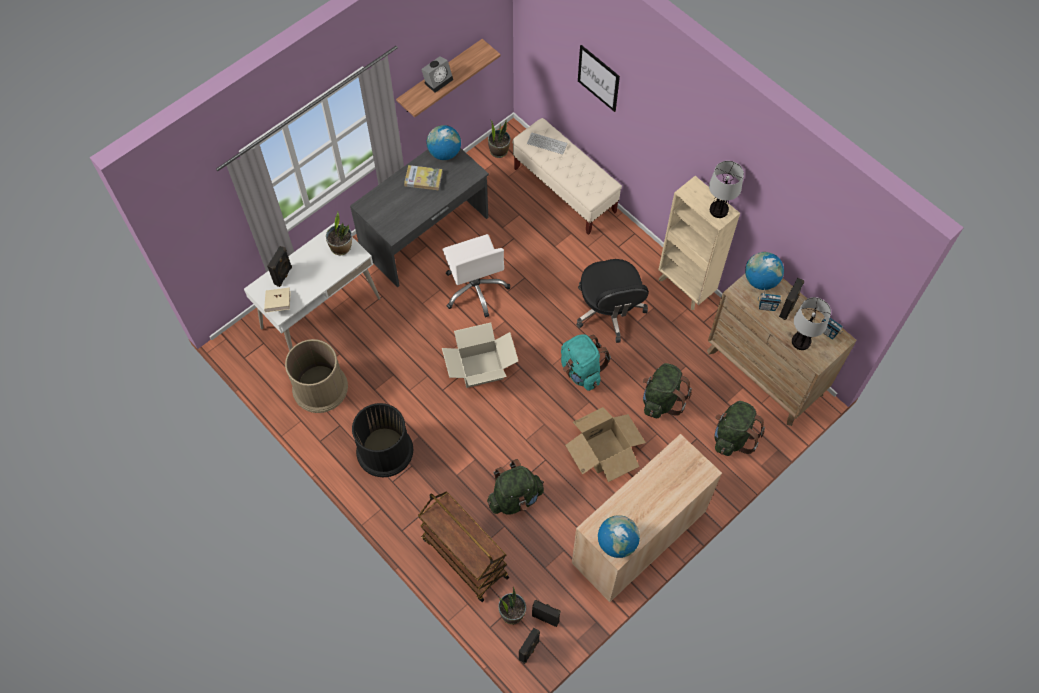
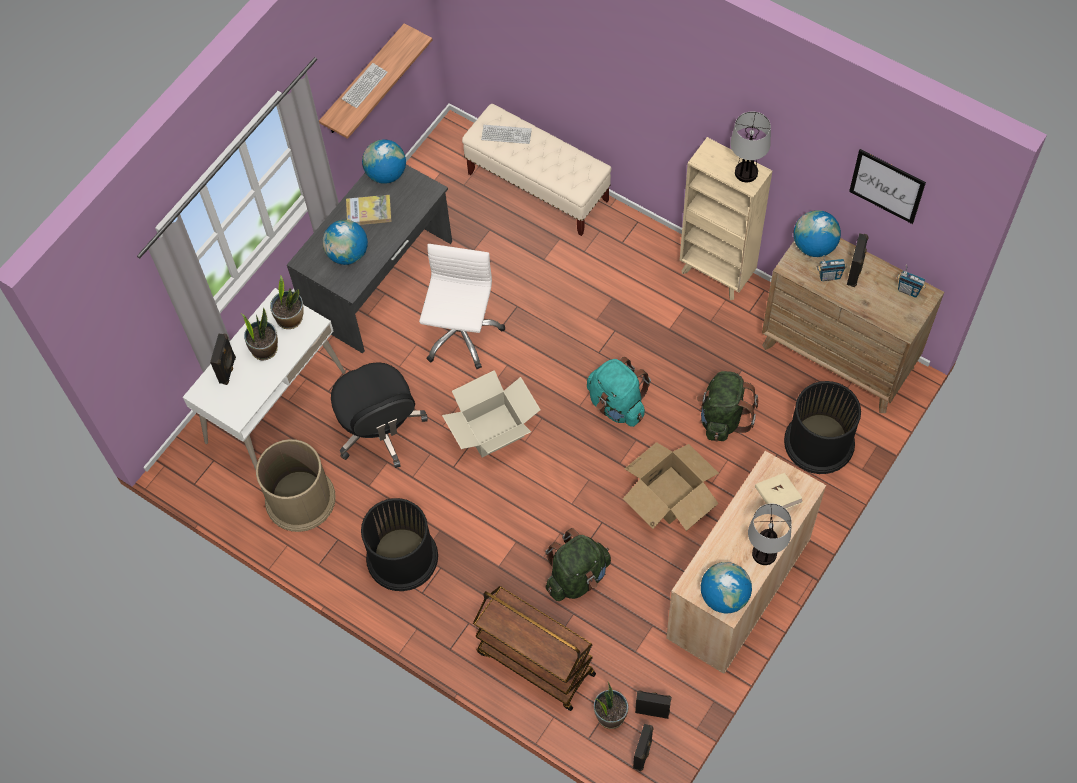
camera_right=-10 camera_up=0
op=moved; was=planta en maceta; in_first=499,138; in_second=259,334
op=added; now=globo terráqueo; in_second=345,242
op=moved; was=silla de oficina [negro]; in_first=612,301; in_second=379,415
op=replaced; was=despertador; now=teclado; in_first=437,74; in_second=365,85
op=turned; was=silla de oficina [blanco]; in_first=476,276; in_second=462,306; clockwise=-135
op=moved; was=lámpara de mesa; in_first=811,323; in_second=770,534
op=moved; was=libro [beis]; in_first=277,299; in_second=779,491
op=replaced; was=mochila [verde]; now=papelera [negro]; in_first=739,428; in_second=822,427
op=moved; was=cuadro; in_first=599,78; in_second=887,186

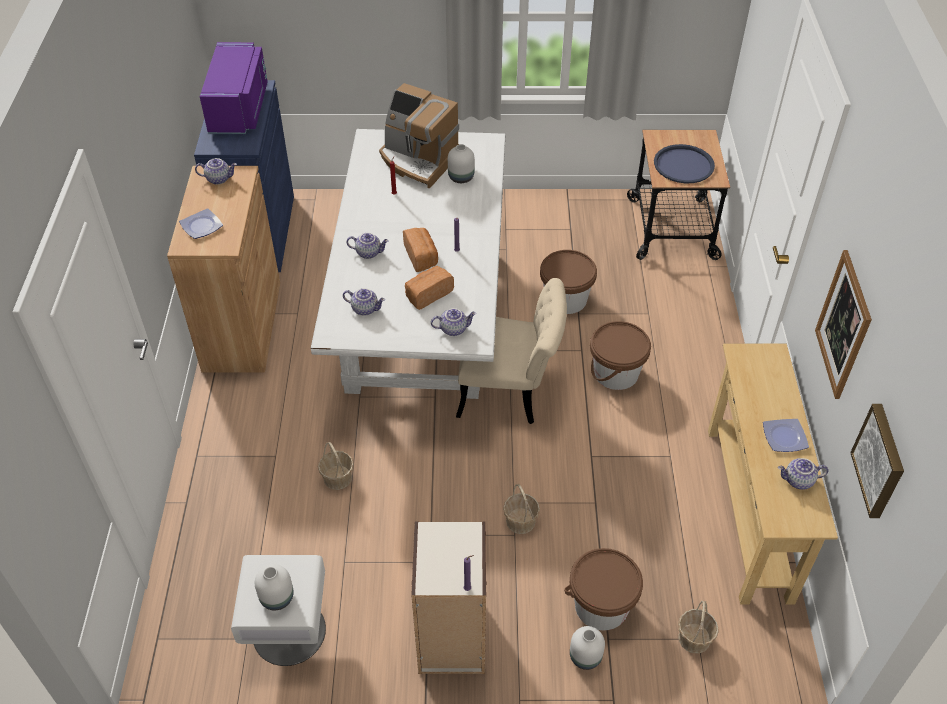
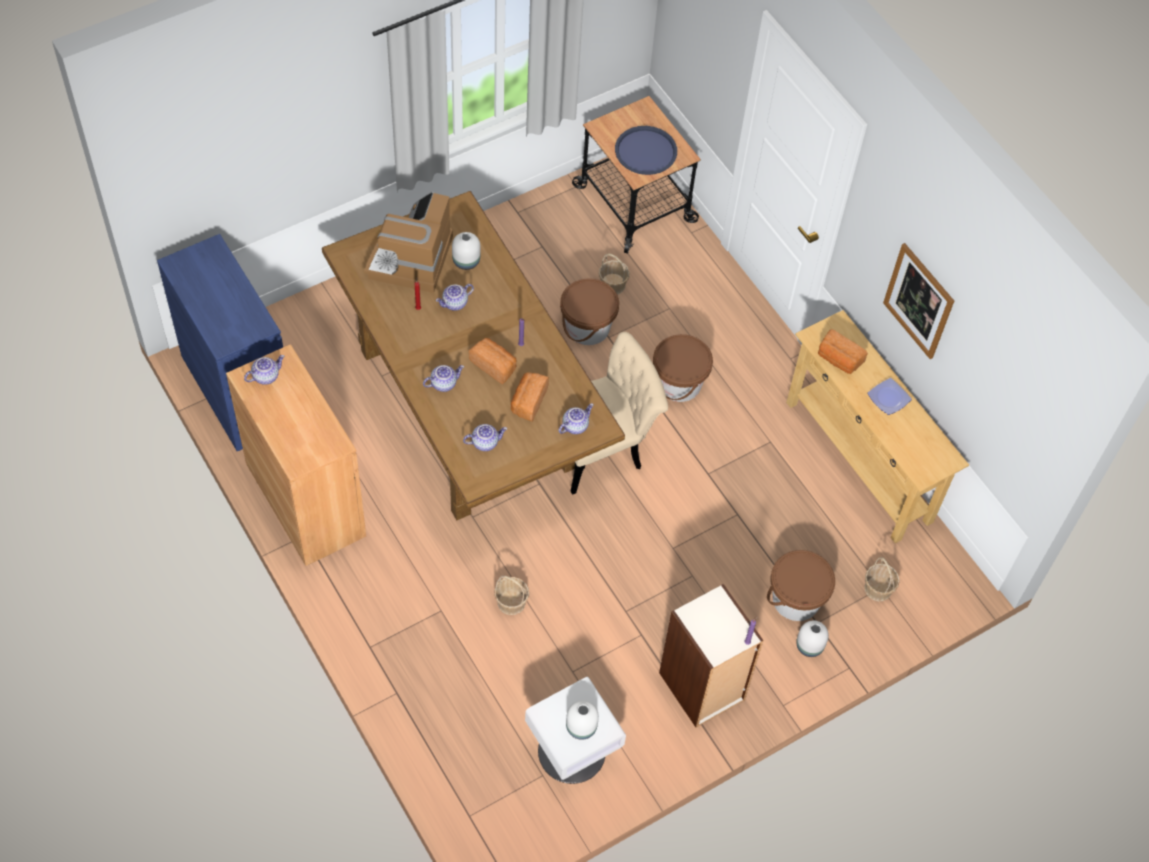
camera_right=-35 camera_up=10
op=recoloured; was=mesa de comedor [blanco]; now=mesa de comedor [marrón]; in_first=408,264; in_second=473,355
op=turned; was=cafetera; in_first=419,136; in_second=408,242; clockwise=105
op=moved; was=tetera; in_first=803,474; in_second=455,297
op=moved; was=cesta; in_first=521,509; in_second=614,273
op=added; now=pan; in_second=843,351
op=removed; was=plato; in_first=201,223
op=removed; was=microondas [morado]; in_first=234,88
op=removed; was=cuadro; in_first=877,461

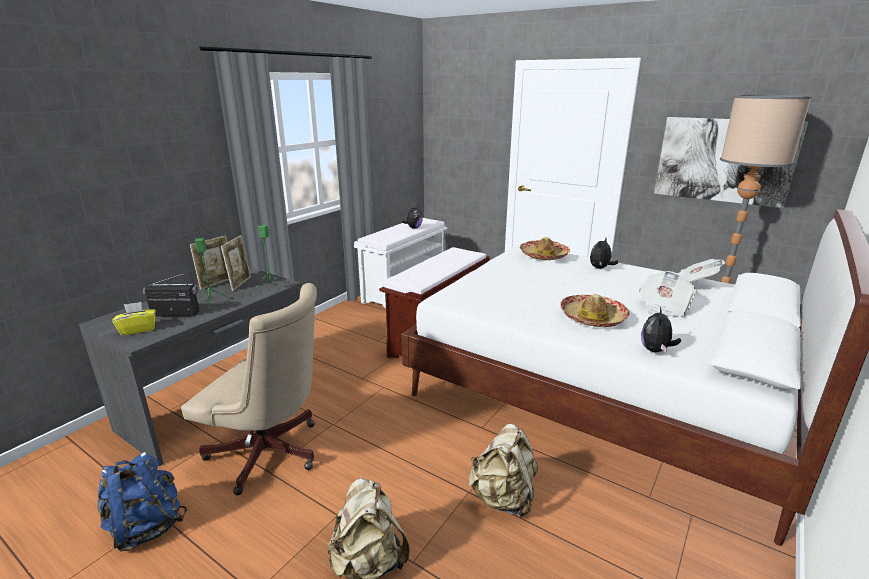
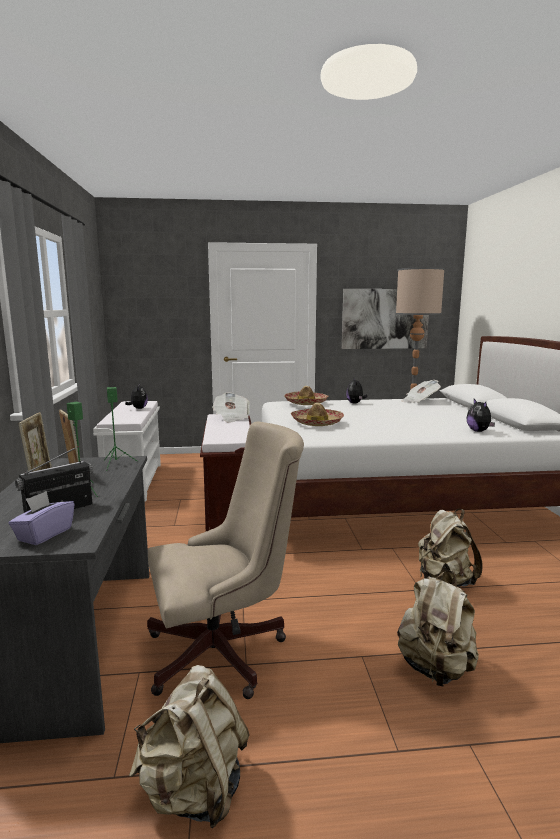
camera_right=-40 camera_up=-10
op=recoloured; was=caja de pañuelos [amarillo]; now=caja de pañuelos [morado]; in_first=134,319; in_second=41,518
op=recoloured; was=mochila [azul]; now=mochila [beis]; in_first=142,501; in_second=189,746
op=moved; was=periódico; in_first=667,294; in_second=231,407
op=moved; was=sombrero; in_first=595,310; in_second=317,414

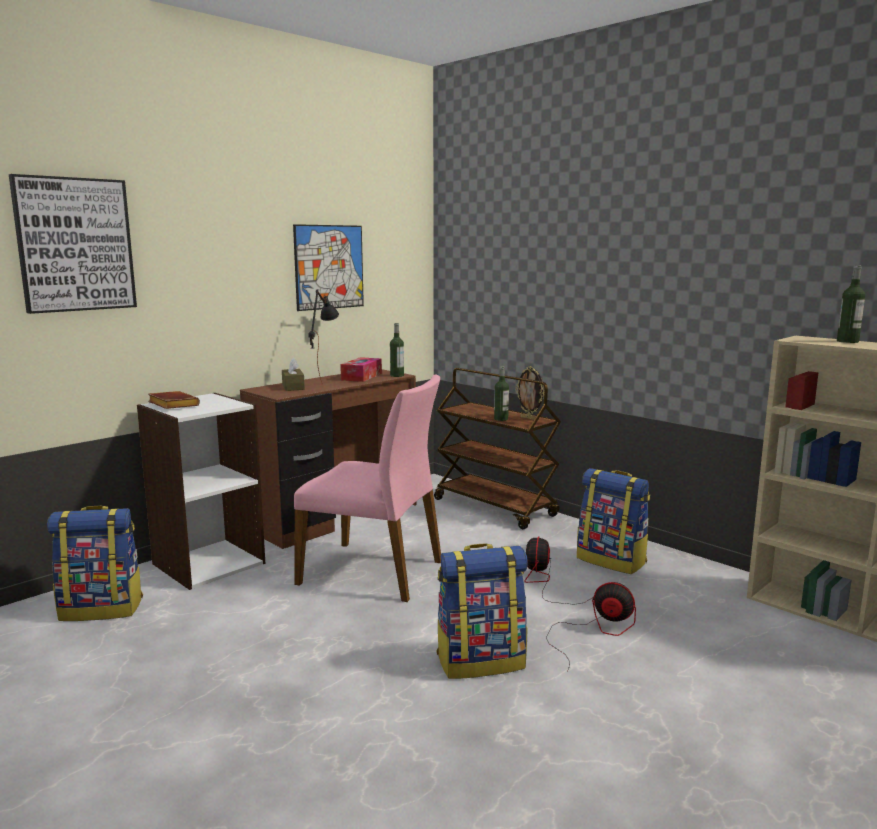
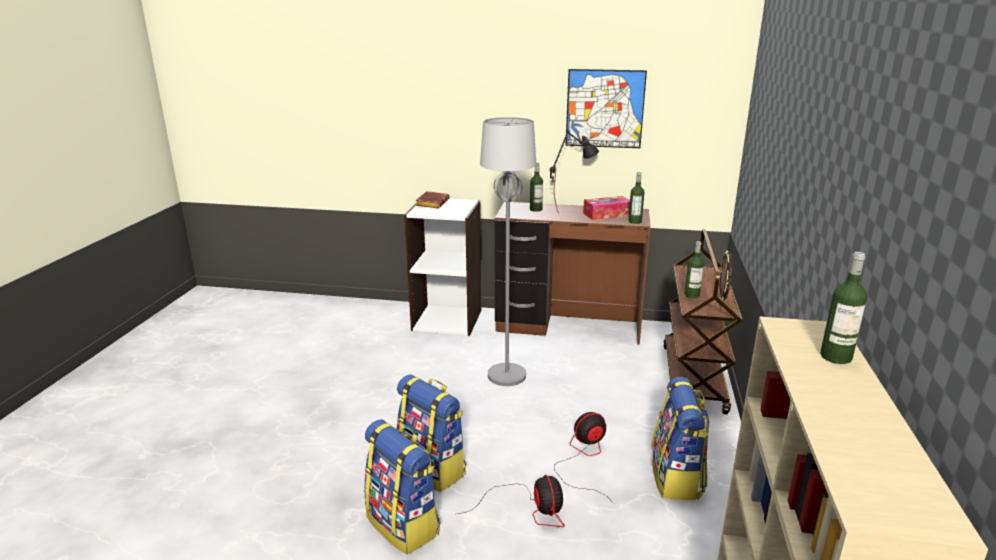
camera_right=55 camera_up=10
op=moved; was=mochila; in_first=95,563; in_second=402,487
op=replaced; was=silla [rosa]; now=lámpara de pie [gris]; in_first=367,488; in_second=508,251
op=replaced; was=caja de pañuelos [marrón]; now=botella; in_first=293,374; in_second=536,187
op=removed; was=cuadro; in_first=73,244

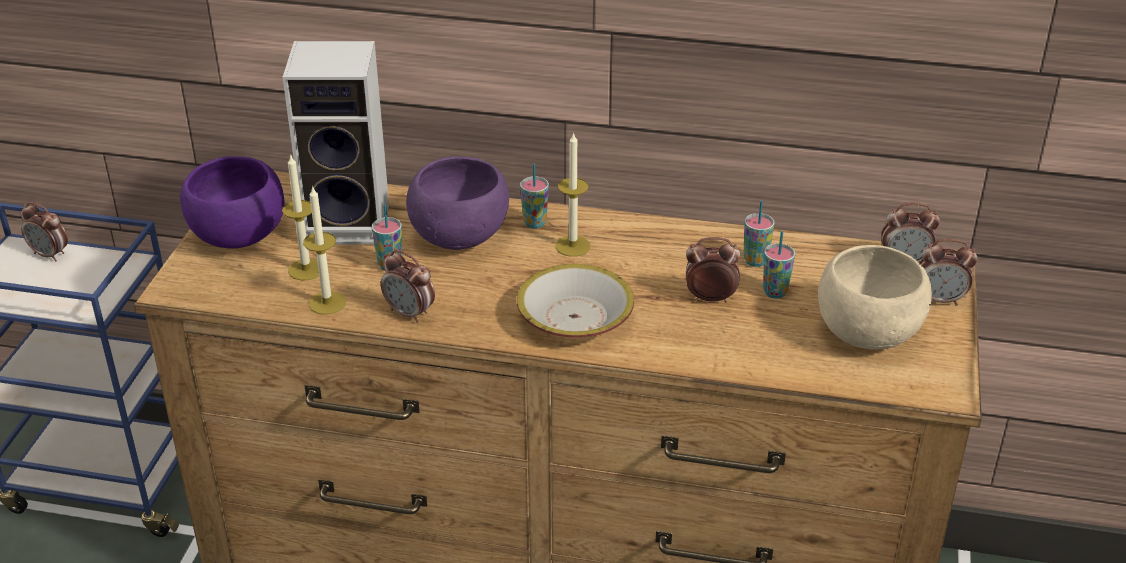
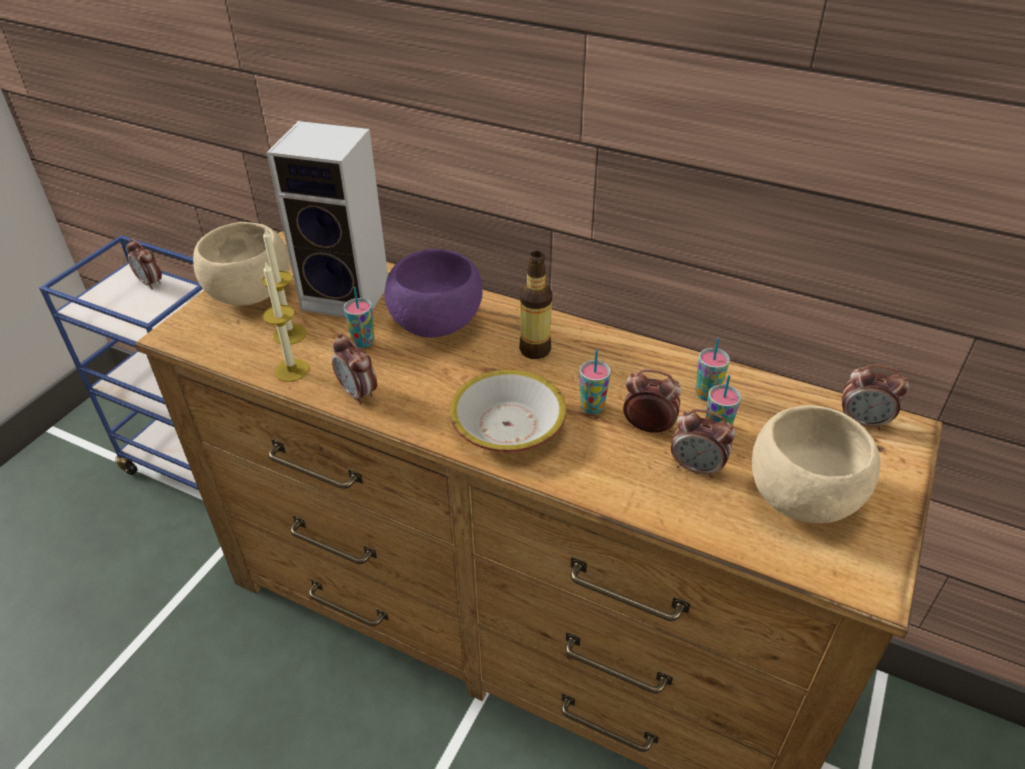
camera_right=15 camera_up=5
op=recoloured; was=cuenco [morado]; now=cuenco [beis]; in_first=232,202; in_second=241,264
op=replaced; was=vela; now=botella; in_first=573,194; in_second=535,305
op=moved; was=taza; in_first=534,196; in_second=595,382
op=moved; was=despertador; in_first=948,272; in_second=703,443

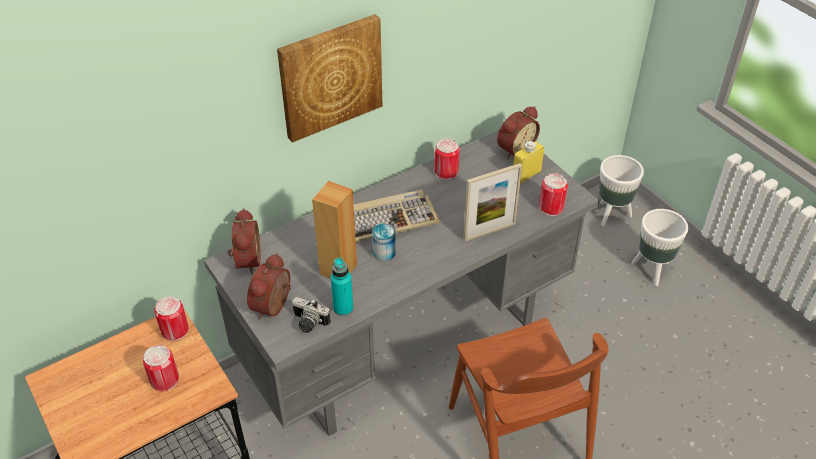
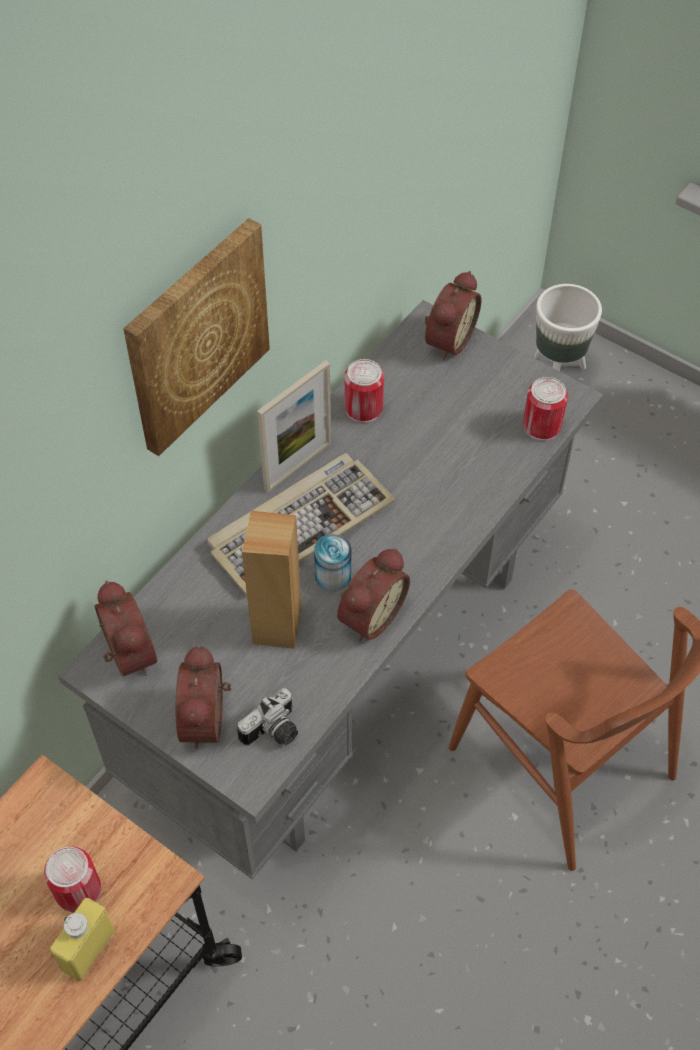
camera_right=-20 camera_up=10
op=moved; was=botella [amarillo]; in_first=529,162; in_second=82,939
op=turned; was=cámara; in_first=311,315; in_second=267,717; clockwise=-45
op=moved; was=portarretratos; in_first=492,202; in_second=294,426
op=added; now=despertador; in_second=373,594
op=removed; was=lata; in_first=171,318
op=removed; was=botella [turquesa]; in_first=342,287
op=removed; was=maceta [blanco]; in_first=659,247

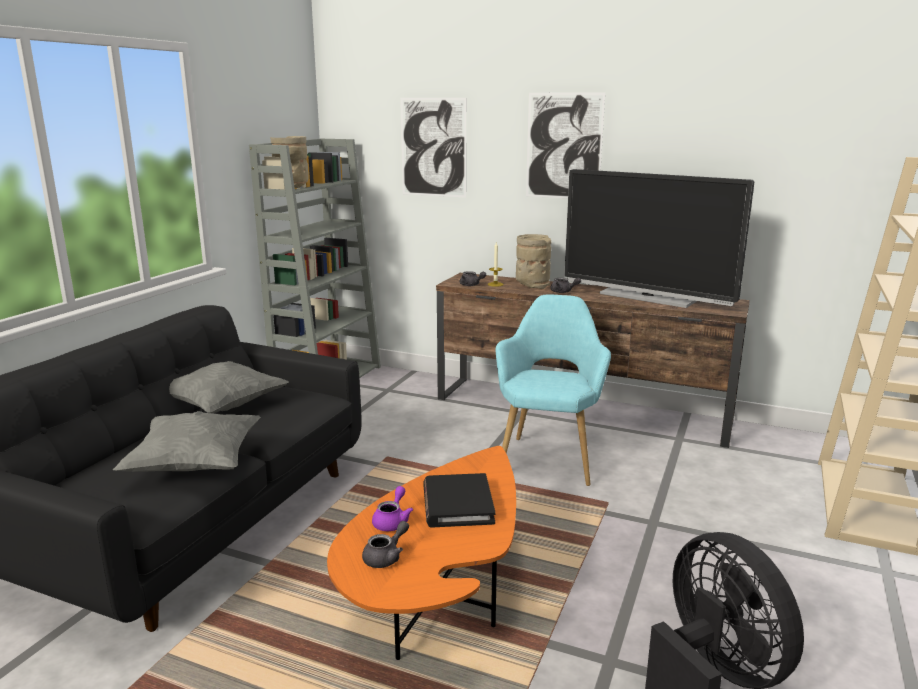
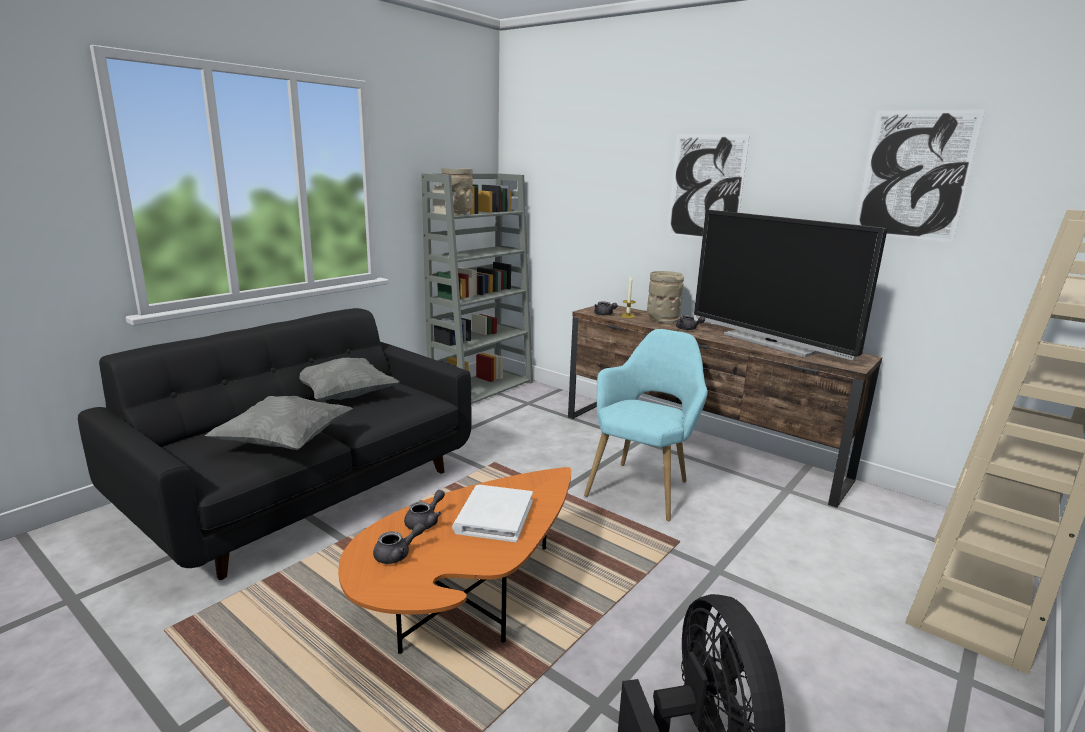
camera_right=15 camera_up=0
op=recoloured; was=tetera [morado]; now=tetera [gris]; in_first=392,508; in_second=424,510
op=recoloured; was=libro [negro]; now=libro [blanco]; in_first=459,500; in_second=492,513
op=moved; was=cuadro; in_first=433,148; in_second=920,175

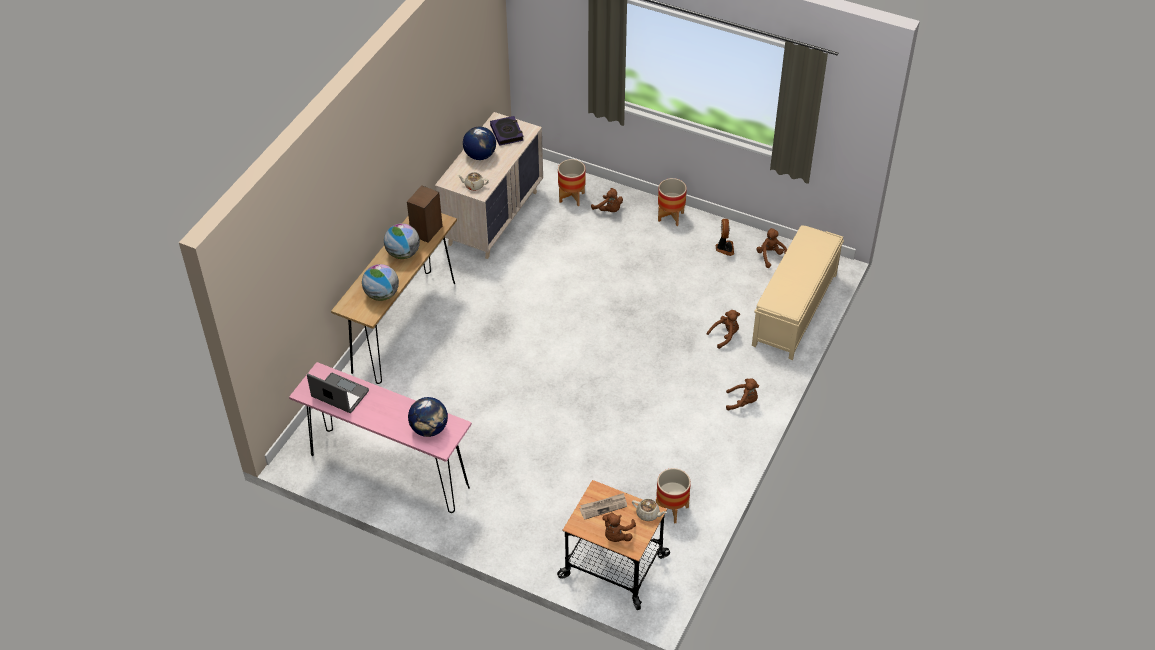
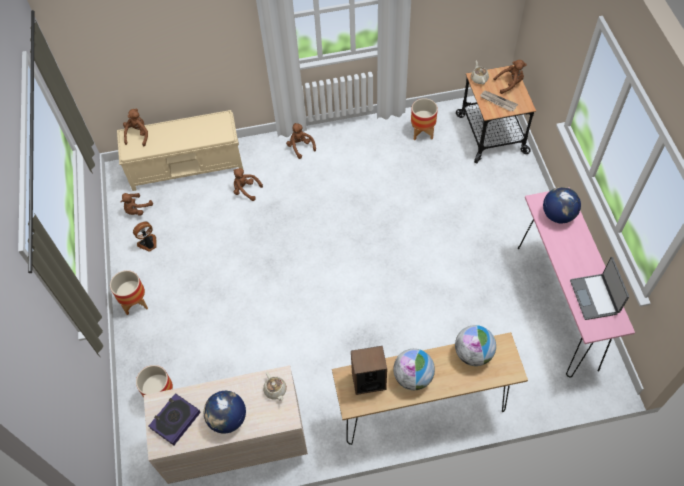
camera_right=-125 camera_up=10
op=moved; was=peluche [marrón]; in_first=607,200; in_second=135,127

